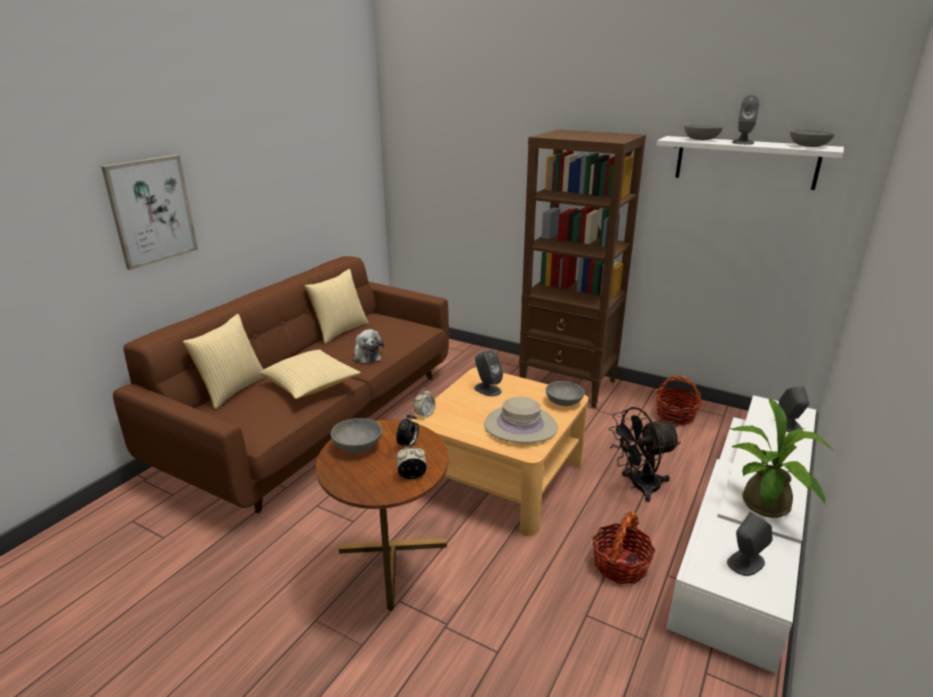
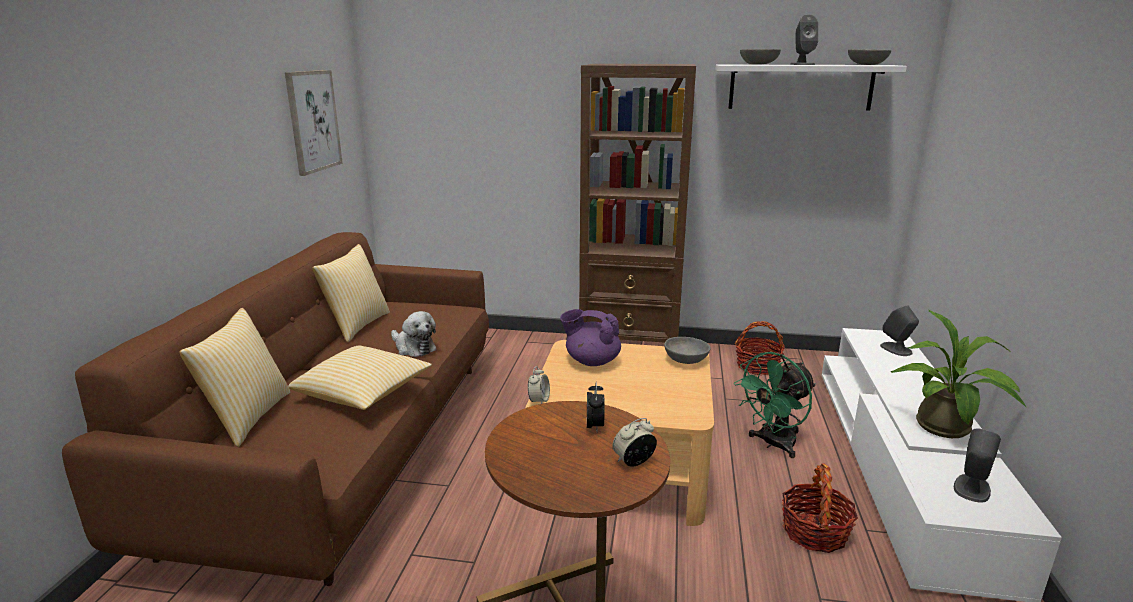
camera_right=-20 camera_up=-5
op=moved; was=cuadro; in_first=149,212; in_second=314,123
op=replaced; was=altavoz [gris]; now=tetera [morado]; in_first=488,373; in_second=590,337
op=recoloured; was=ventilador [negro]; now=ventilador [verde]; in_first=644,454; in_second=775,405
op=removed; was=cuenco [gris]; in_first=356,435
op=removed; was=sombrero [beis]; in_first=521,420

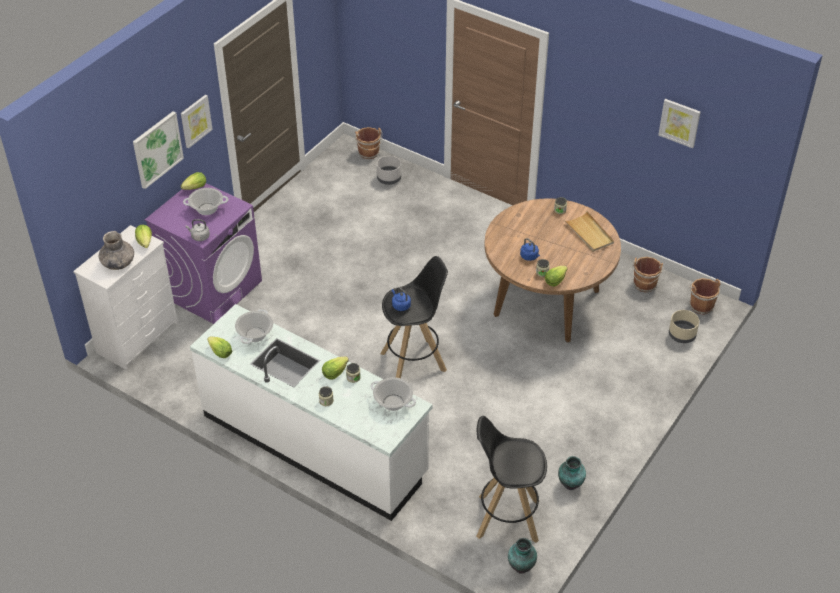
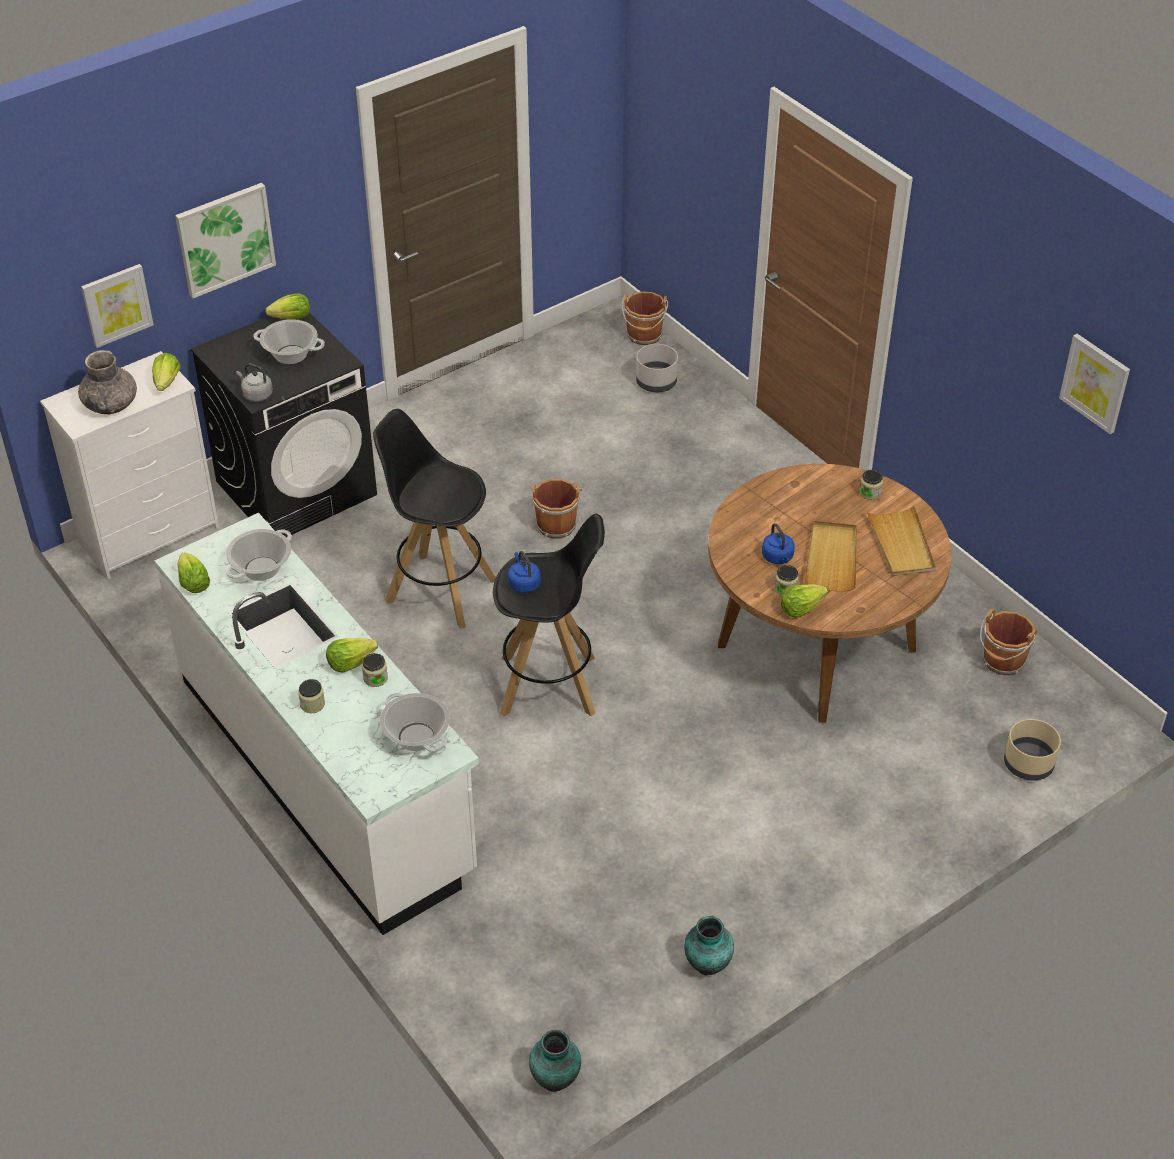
camera_right=20 camera_up=0
op=moved; was=cuadro; in_first=197,121; in_second=117,306
op=recoloured; was=lavadora [morado]; now=lavadora [negro]; in_first=203,253; in_second=284,424
op=moved; was=taburete [negro]; in_first=511,479; in_second=434,519
op=moved; was=cubo [marrón]; in_first=705,296; in_second=556,508
op=added; now=bandeja [beis]; in_second=830,556

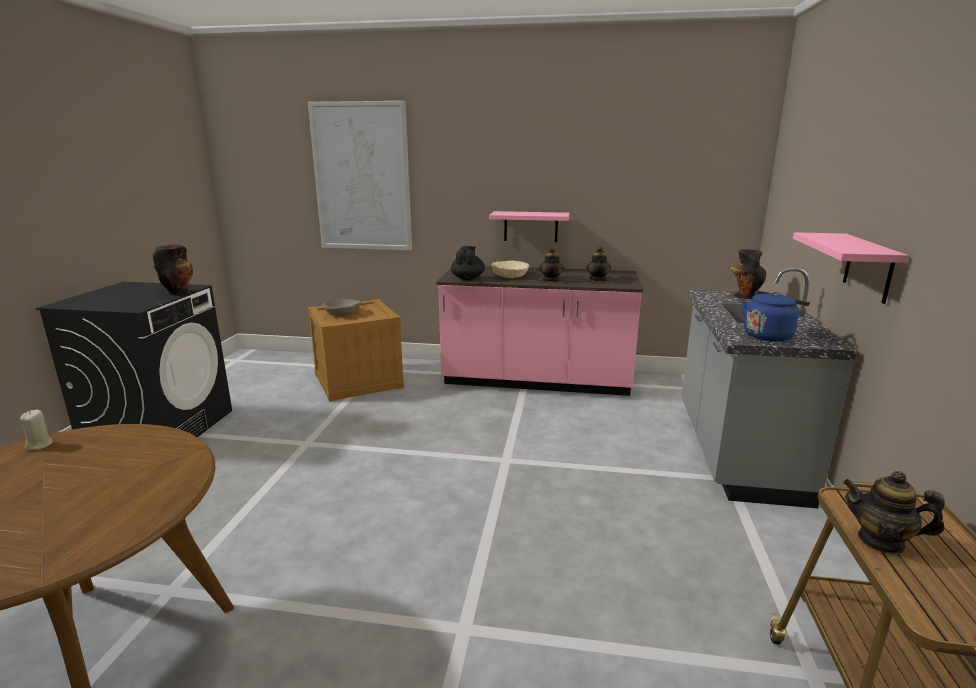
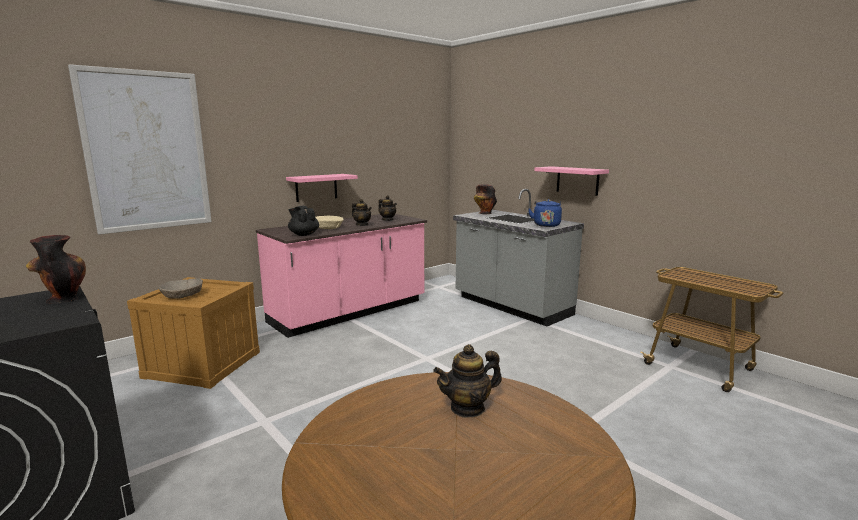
camera_right=-50 camera_up=-5
op=moved; was=tetera; in_first=894,512; in_second=467,381
op=removed; was=vela [beis]; in_first=36,430

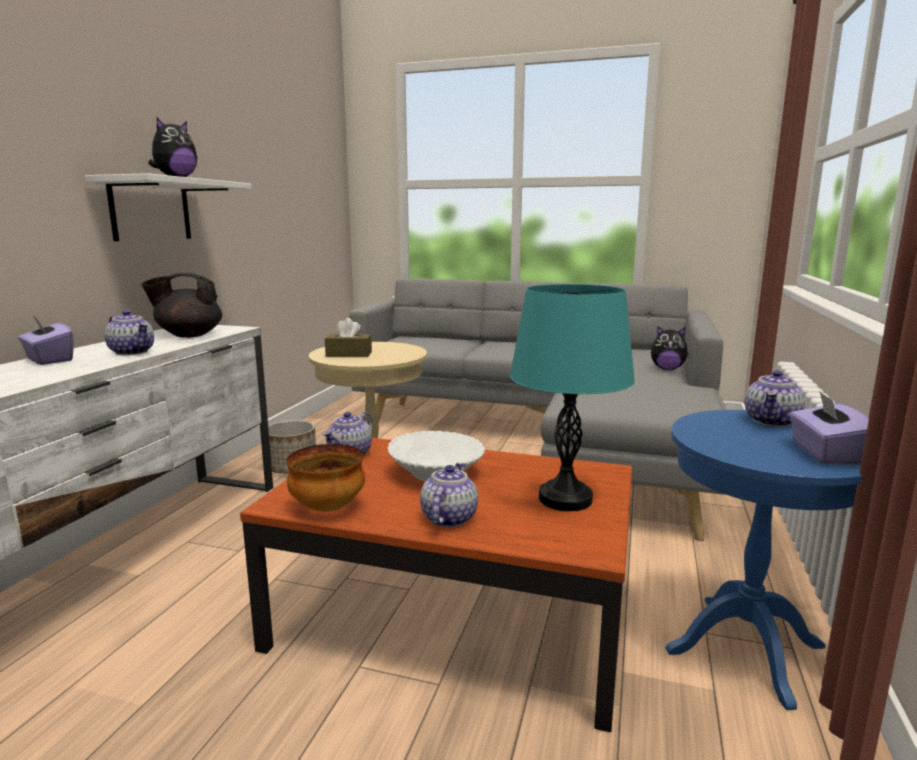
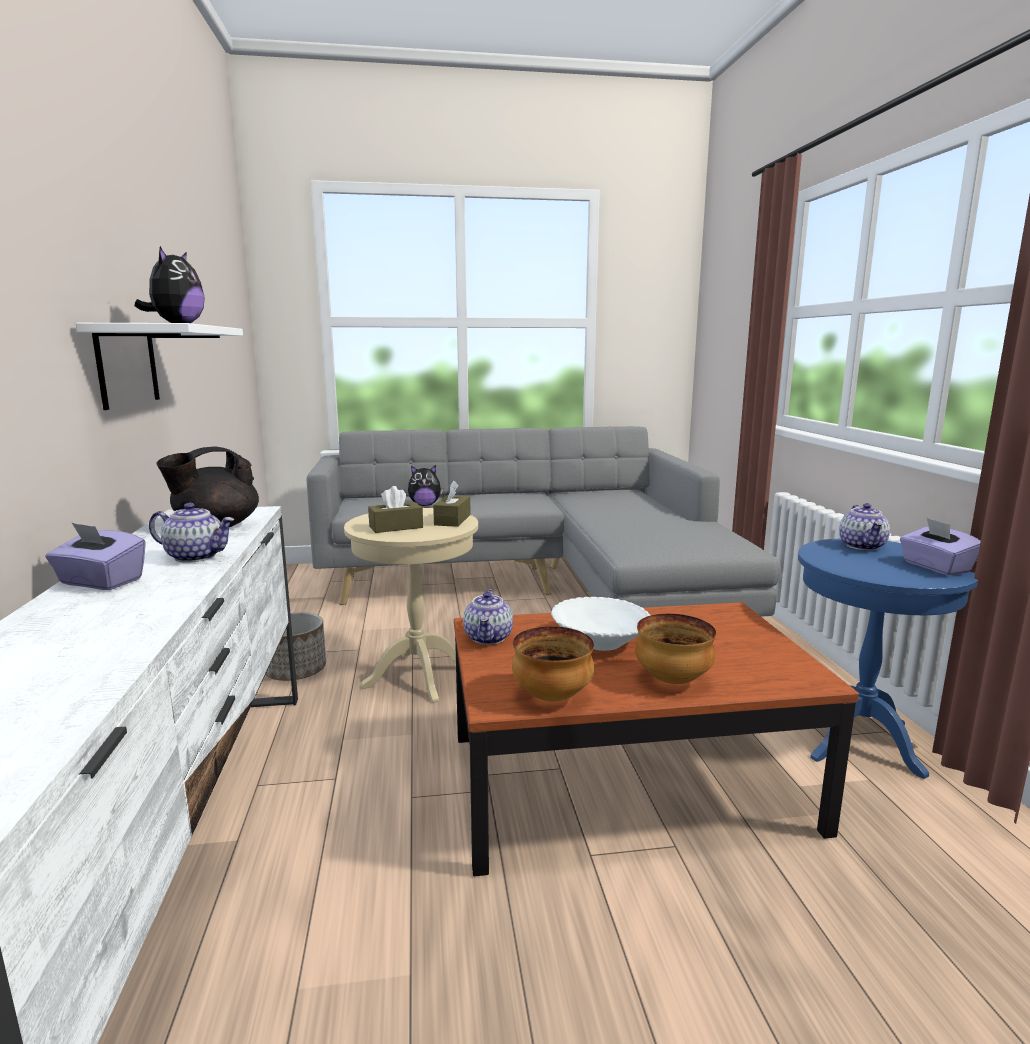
camera_right=-25 camera_up=0
op=moved; was=peluche; in_first=670,348; in_second=425,485
op=added; now=caja de pañuelos [marrón]; in_second=452,504
op=replaced; was=tetera; now=cuenco; in_first=449,494; in_second=675,649
op=removed; was=lámpara de mesa [turquesa]; in_first=572,397

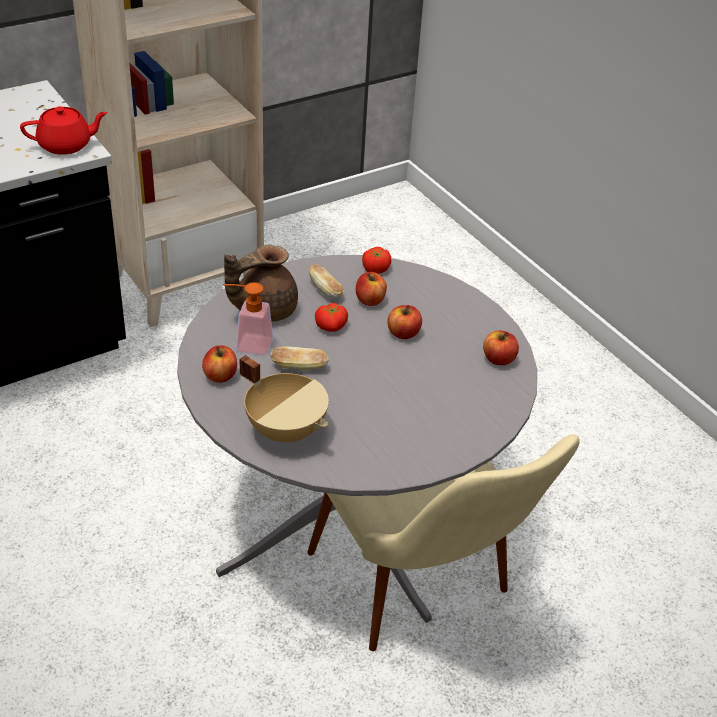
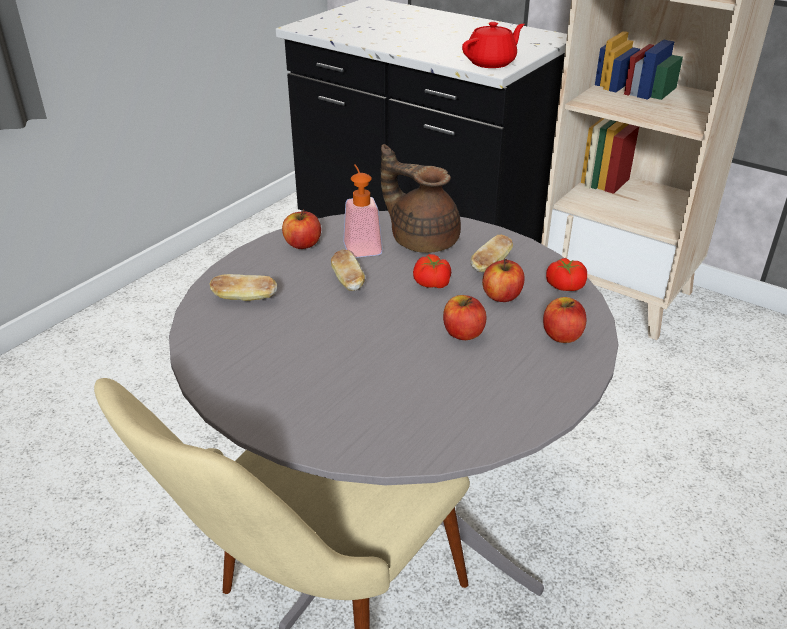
camera_right=70 camera_up=-5
op=replaced; was=olla [beis]; now=pan; in_first=284,398; in_second=243,287
op=turned; was=tetera [rojo]; in_first=64,130; in_second=493,45; clockwise=-90
op=moved; was=manzana; in_first=501,348; in_second=564,320

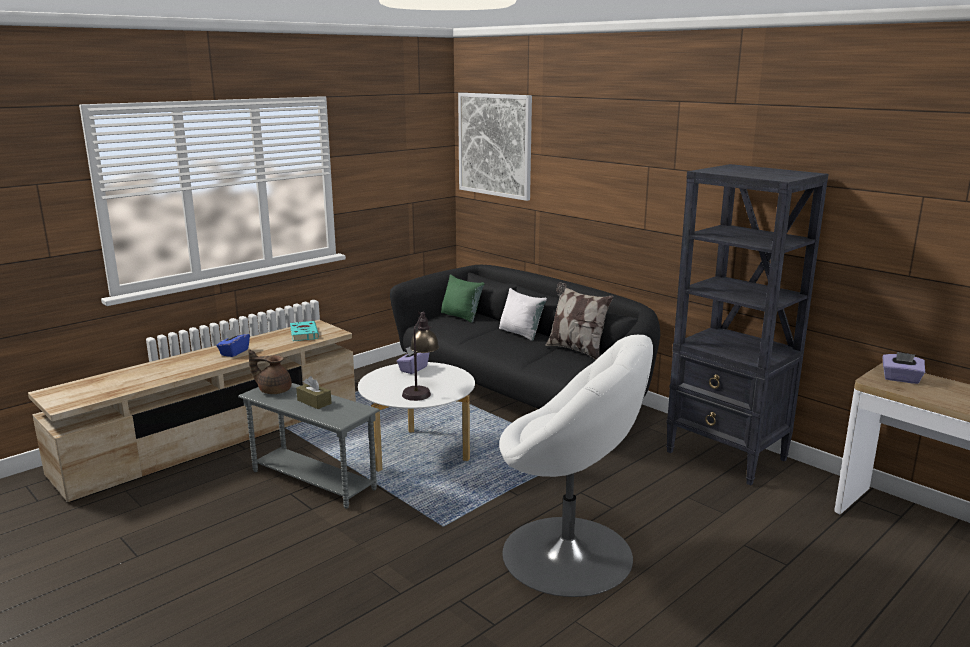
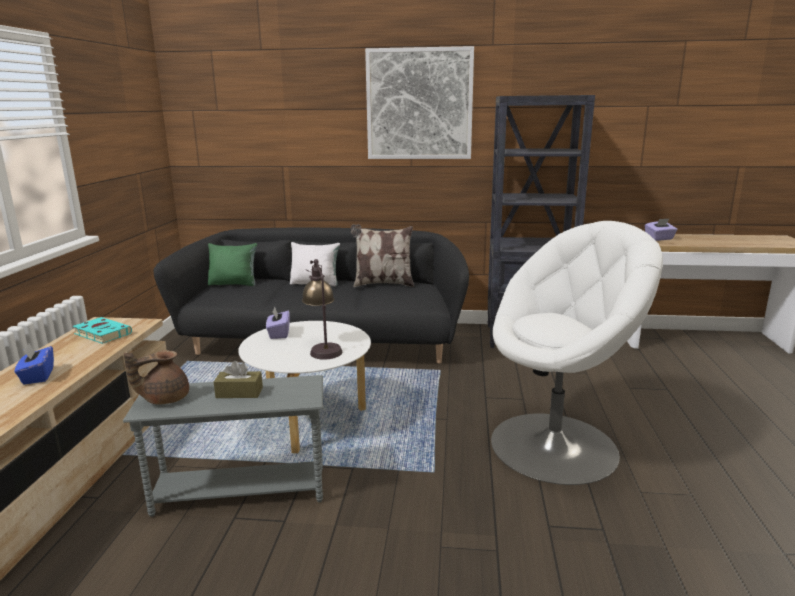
camera_right=-40 camera_up=0
op=moved; was=cuadro; in_first=495,147; in_second=419,102

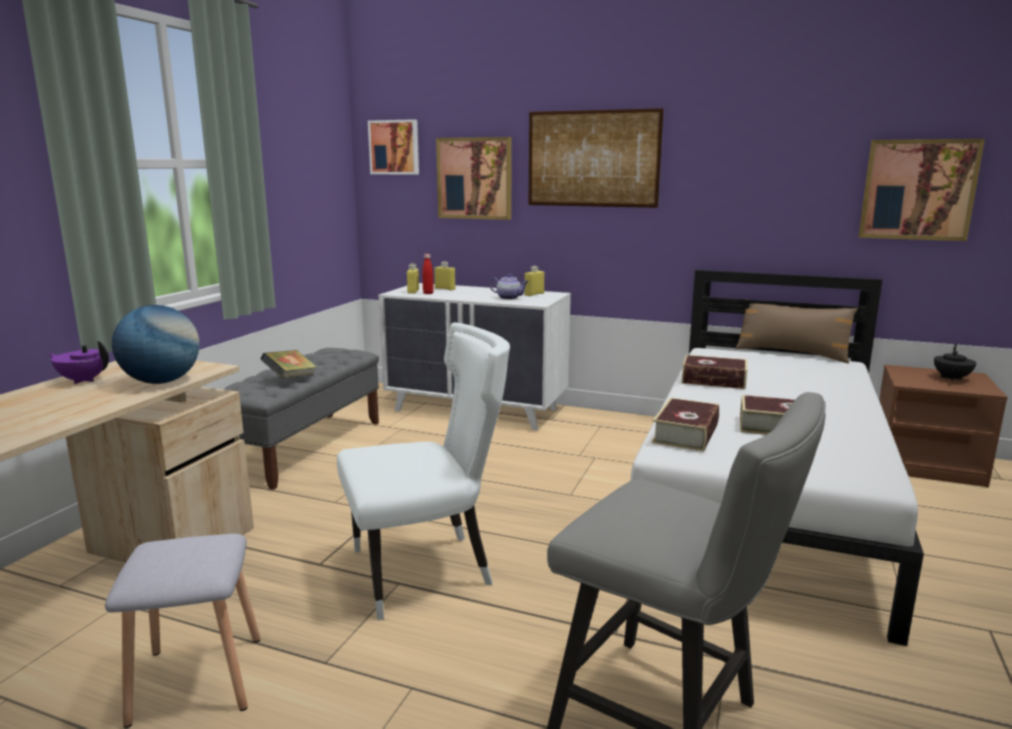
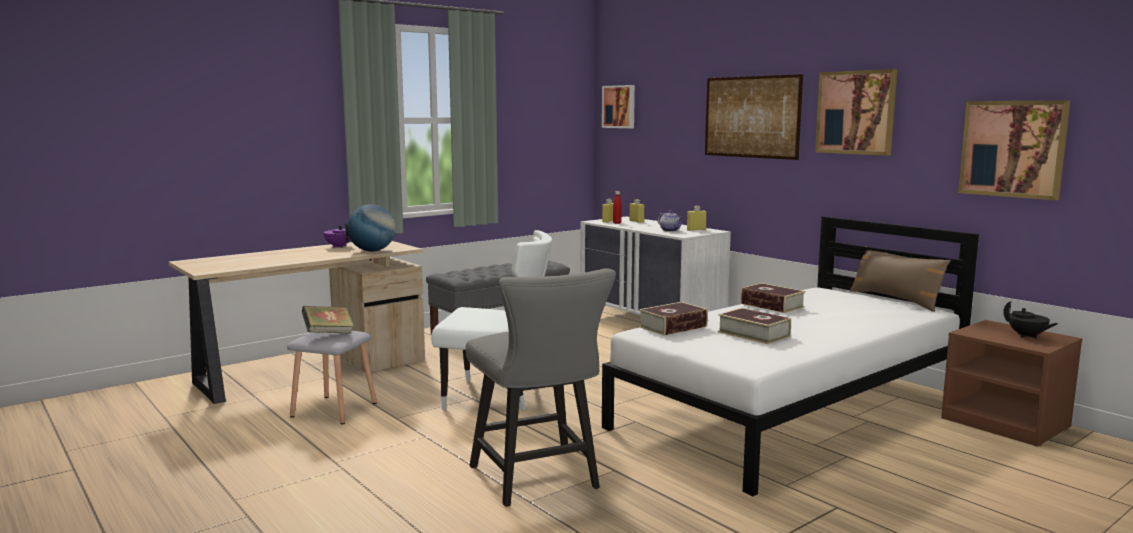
camera_right=30 camera_up=-5
op=moved; was=libro; in_first=289,364; in_second=328,320
op=moved; was=cuadro; in_first=473,178; in_second=856,112
op=turned; was=tetera [negro]; in_first=955,362; in_second=1030,319; clockwise=-90

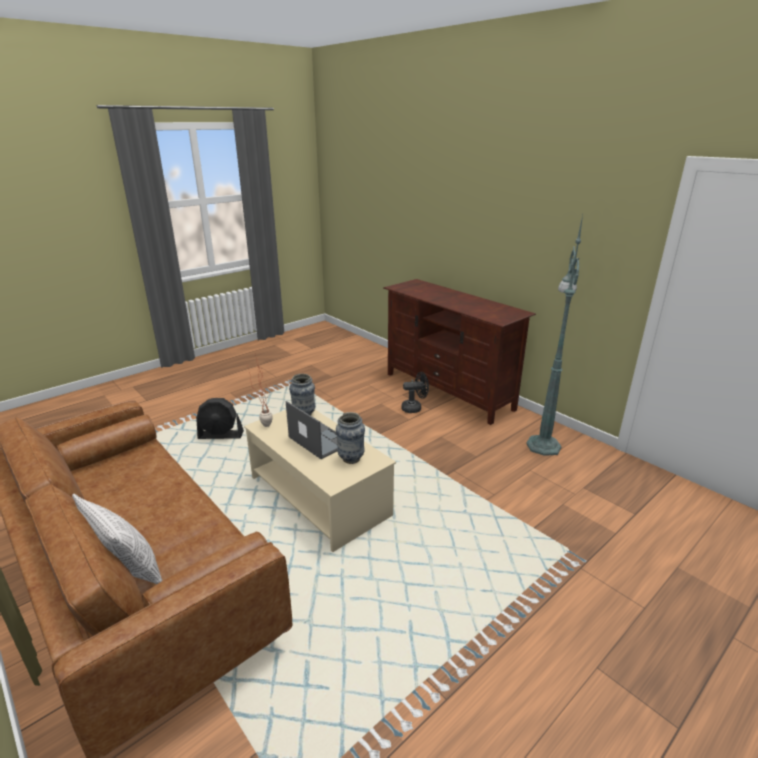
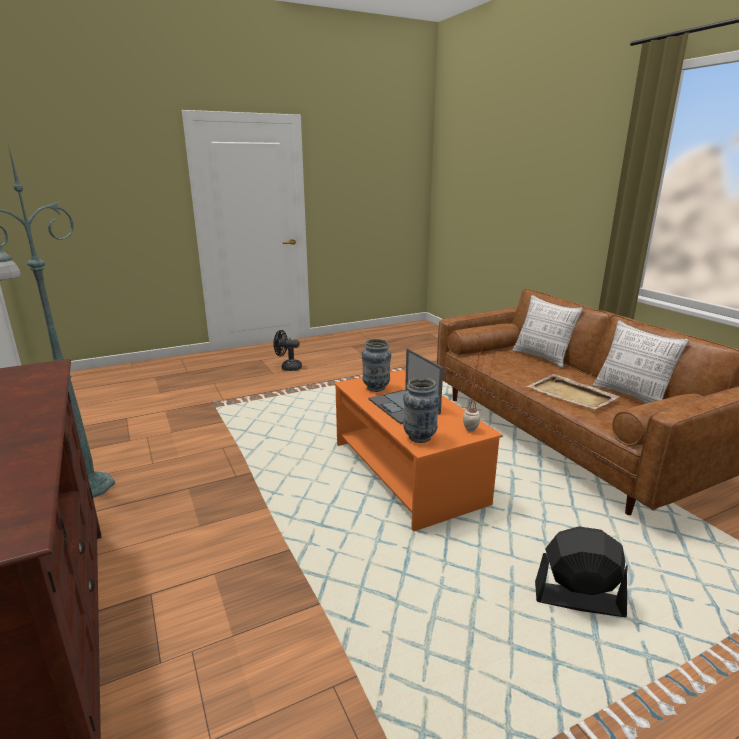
camera_right=-165 camera_up=-5
op=moved; was=ventilador [negro]; in_first=415,392; in_second=287,350
op=recoloured; was=mesa de centro [beis]; now=mesa de centro [naranja]; in_first=320,481; in_second=418,451
op=added; now=bandeja [beis]; in_second=573,392
op=added; now=cojín; in_second=641,361

